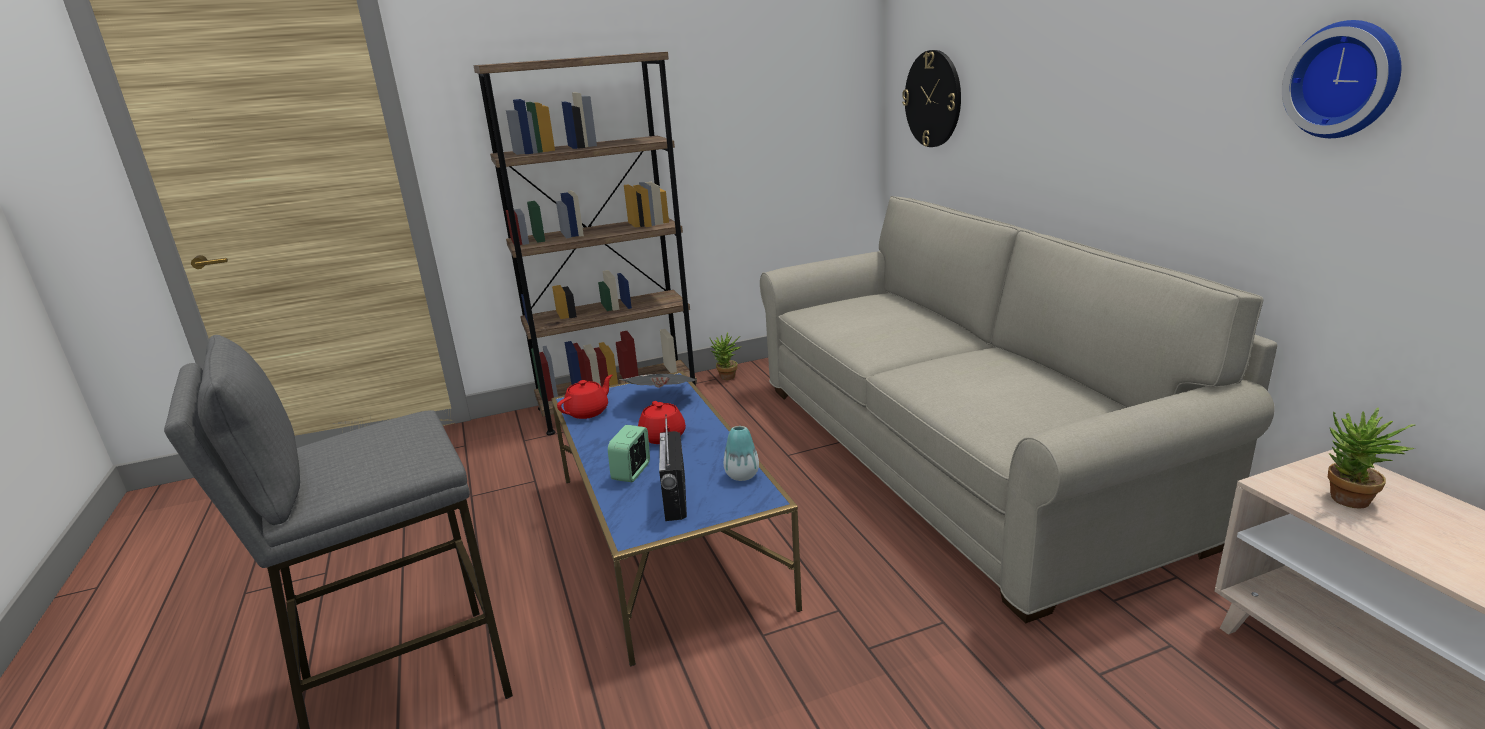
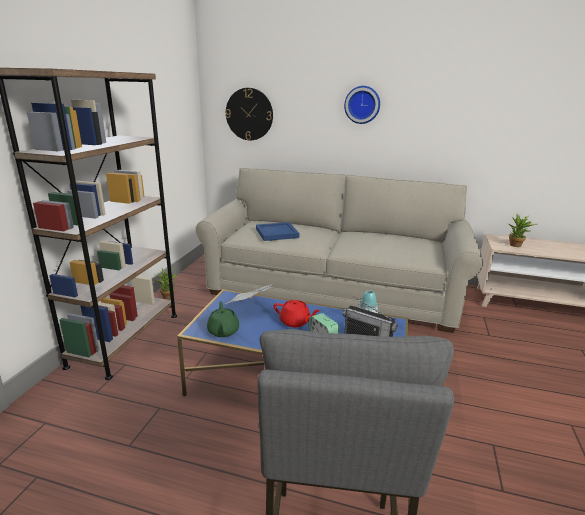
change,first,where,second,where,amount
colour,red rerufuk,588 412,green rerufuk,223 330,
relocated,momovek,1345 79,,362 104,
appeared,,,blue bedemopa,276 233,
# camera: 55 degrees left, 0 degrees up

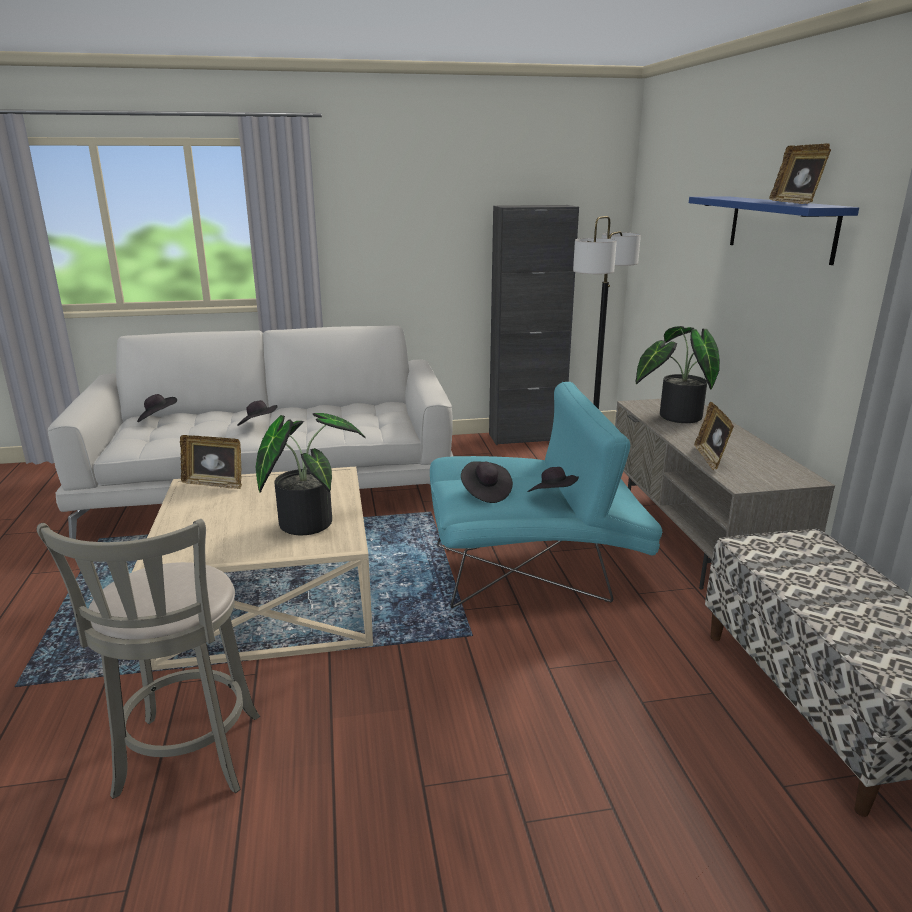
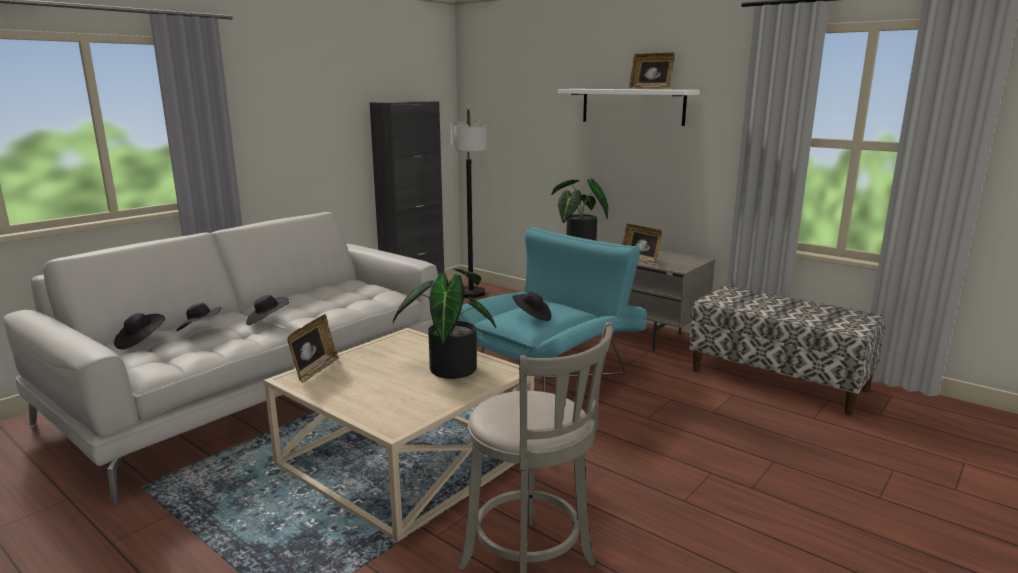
change,first,where,second,where,amount
spun,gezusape,214 483,,314 370,45 degrees counterclockwise
relocated,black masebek,553 496,,201 329,
colour,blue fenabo,781 227,white fenabo,632 106,
# camera: 40 degrees left, 5 degrees down

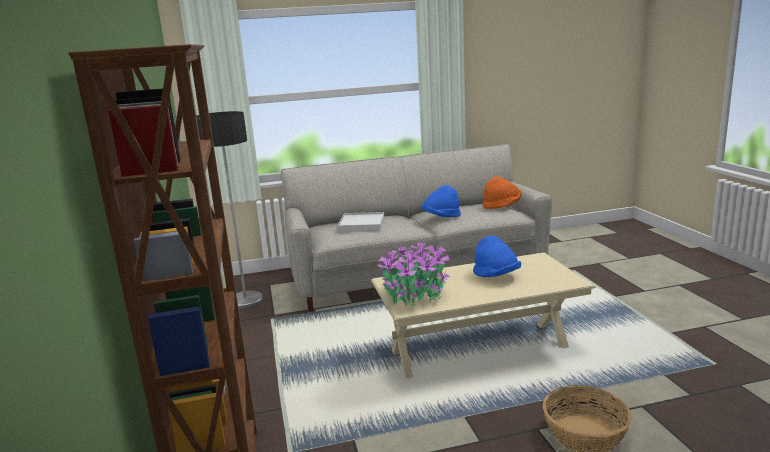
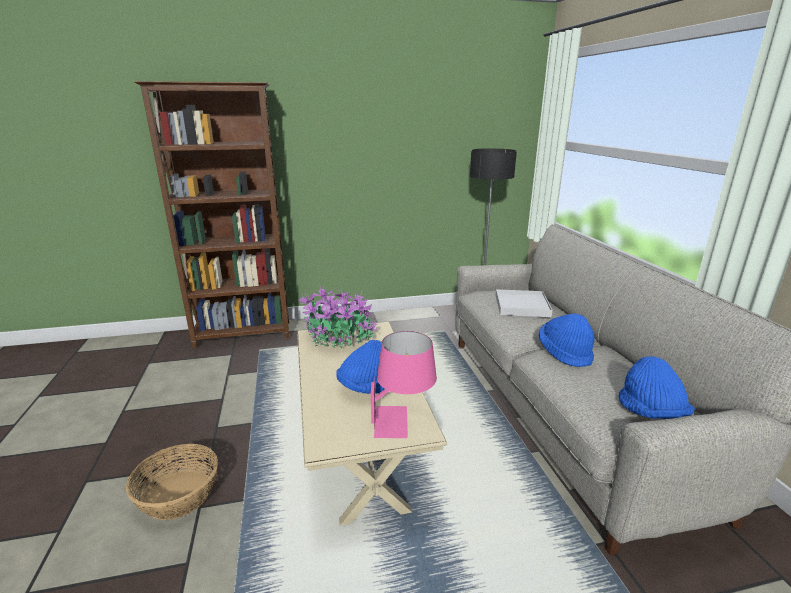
change,first,where,second,where,amount
colour,orange masebek,502 206,blue masebek,650 412,
appeared,,,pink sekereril,402 421,
# camera: 90 degrees right, 5 degrees up

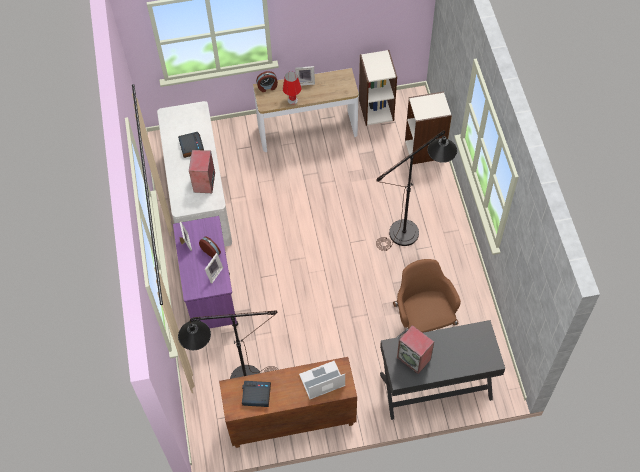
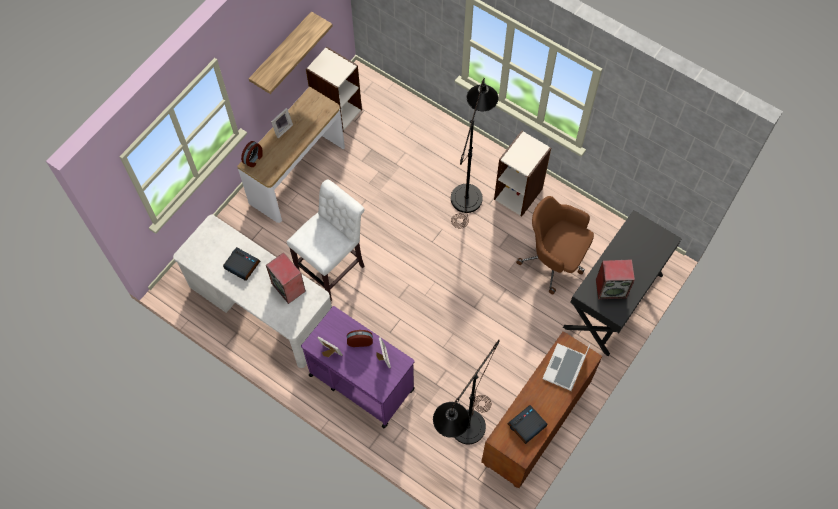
change,first,where,second,where,amount
missing,red sekereril,292 100,,,
relocated,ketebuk,425 149,,518 193,
appeared,,,fenabo,281 52,
appeared,,,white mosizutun,333 268,
# camera: 45 degrees left, 5 degrees up

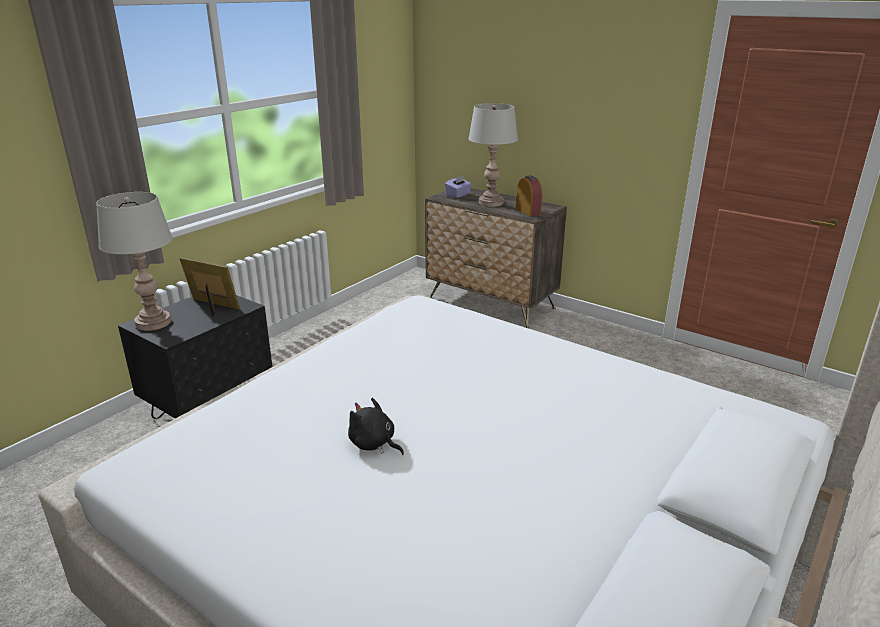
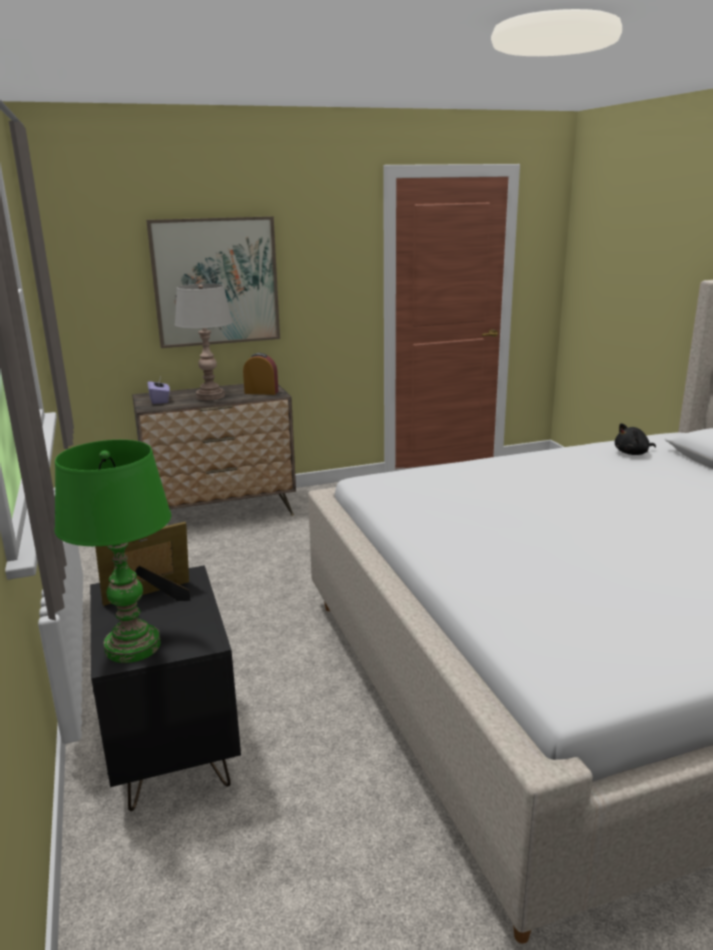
change,first,where,second,where,amount
colour,grey sekereril,153 323,green sekereril,132 647,
relocated,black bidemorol,374 444,,633 453,
appeared,,,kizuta,216 282,
# camera: 55 degrees left, 5 degrees down

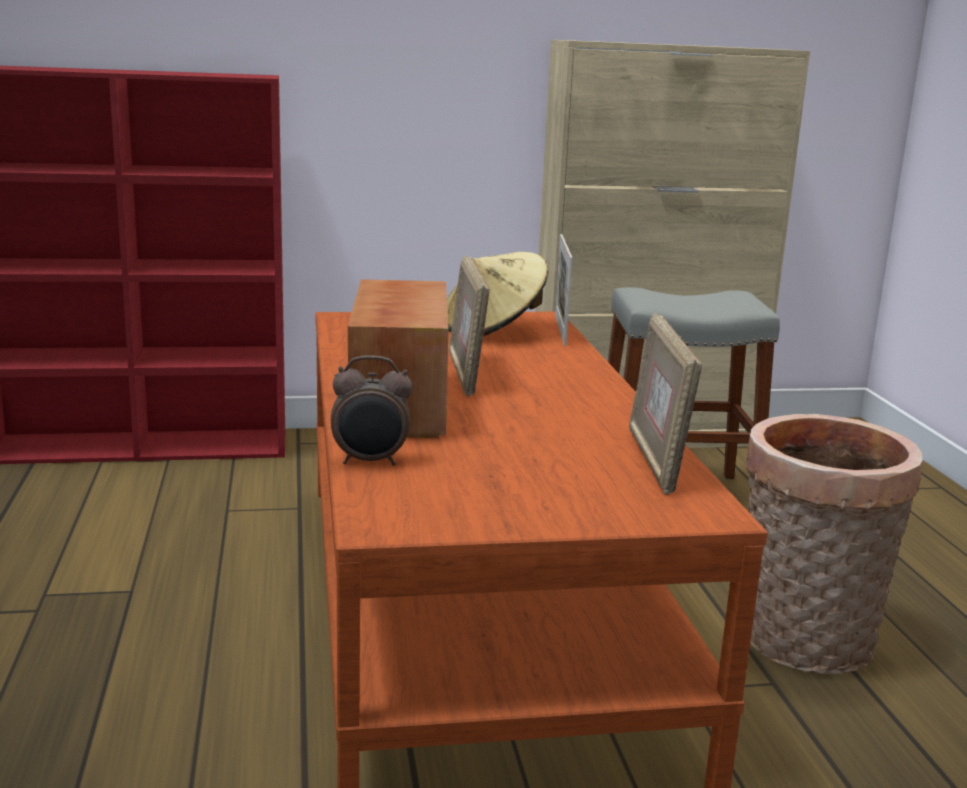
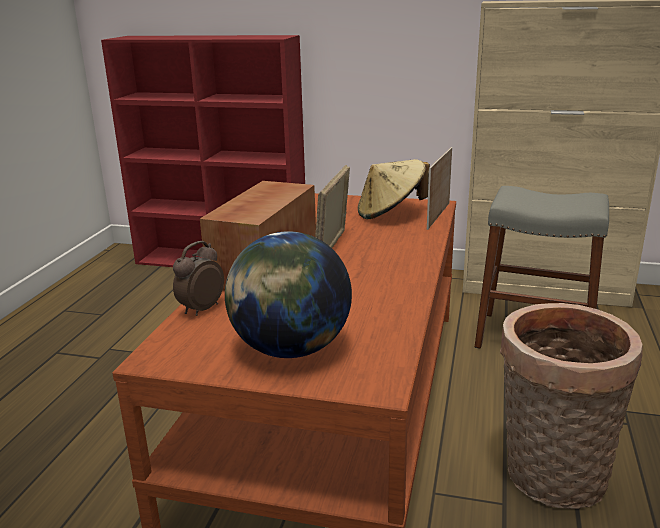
change,first,where,second,where,amount
spun,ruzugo,370 462,,200 309,105 degrees clockwise
missing,gezusape,656 461,,,
appeared,,,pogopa,290 349,
# camera: 25 degrees right, 5 degrees up

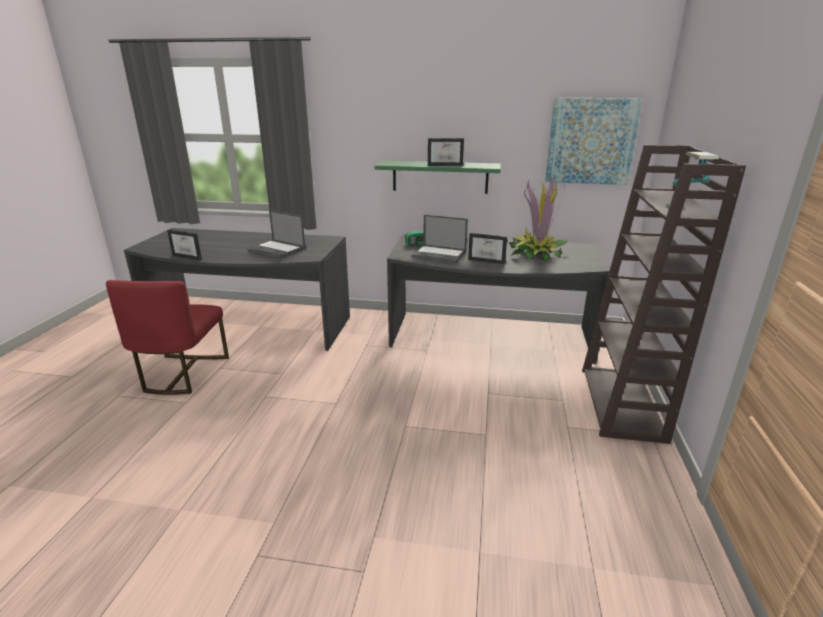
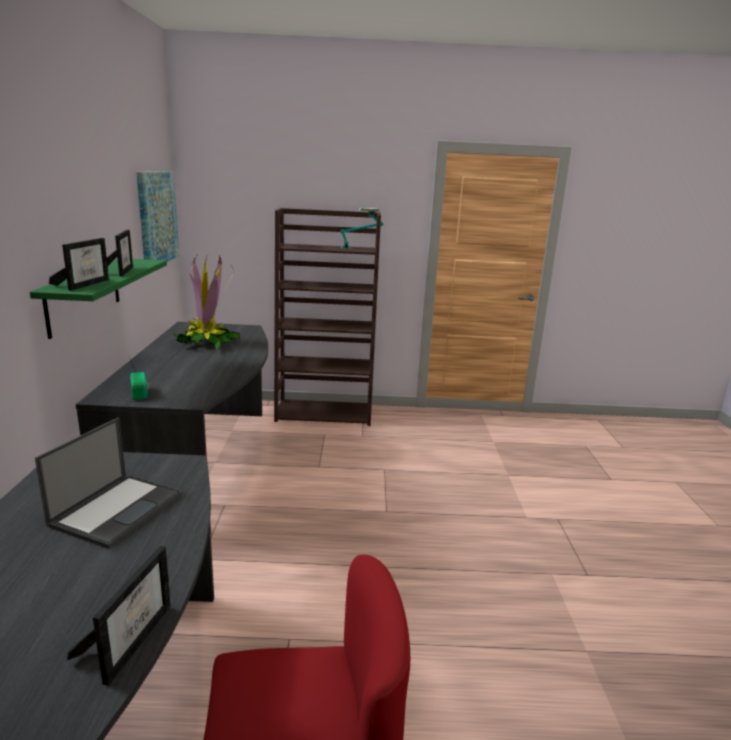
change,first,where,second,where,amount
missing,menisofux,439 254,,,
relocated,gezusape,487 260,,85 284,
# camera: 100 degrees left, 5 degrees down

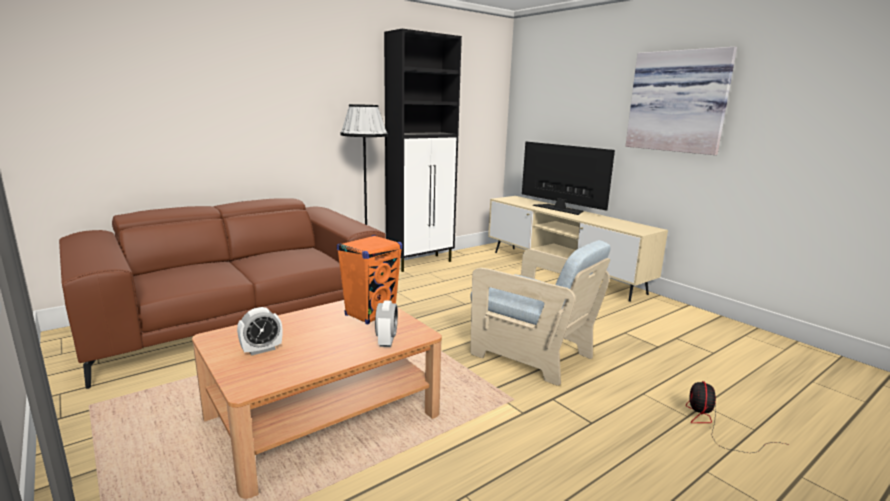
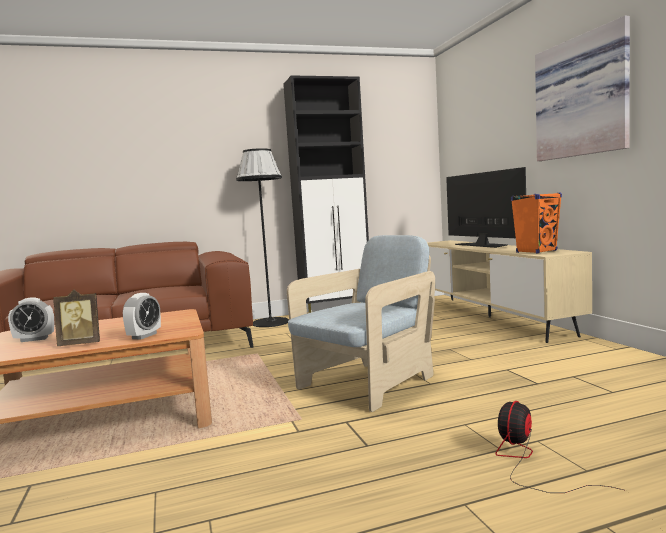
change,first,where,second,where,amount
relocated,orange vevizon,370 314,,536 251,
spun,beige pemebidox,531 354,,368 384,105 degrees counterclockwise
appeared,,,gezusape,81 344,
# camera: 20 degrees right, 10 degrees down

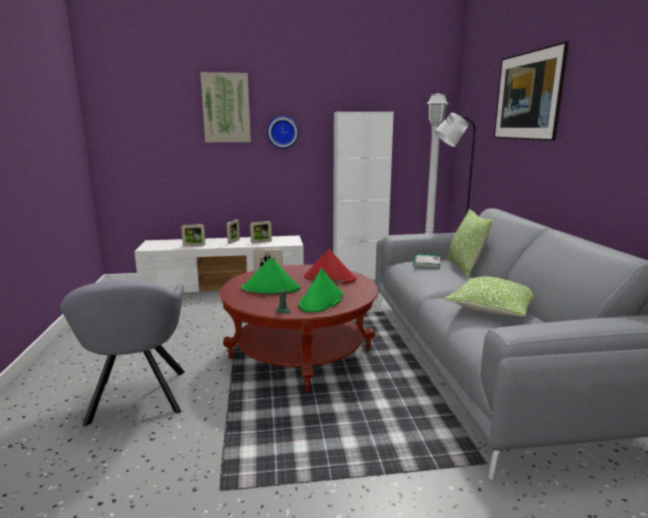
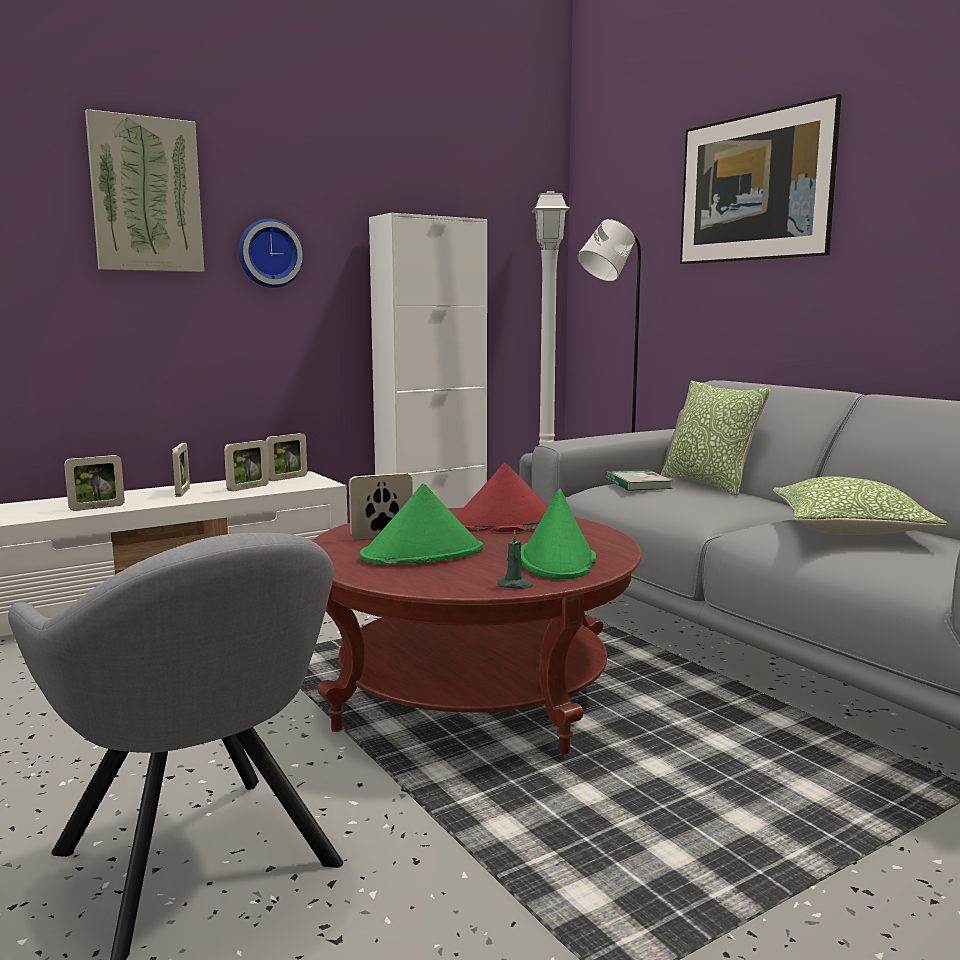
change,first,where,second,where,amount
appeared,,,gezusape,287 478,
# camera: 25 degrees left, 5 degrees down

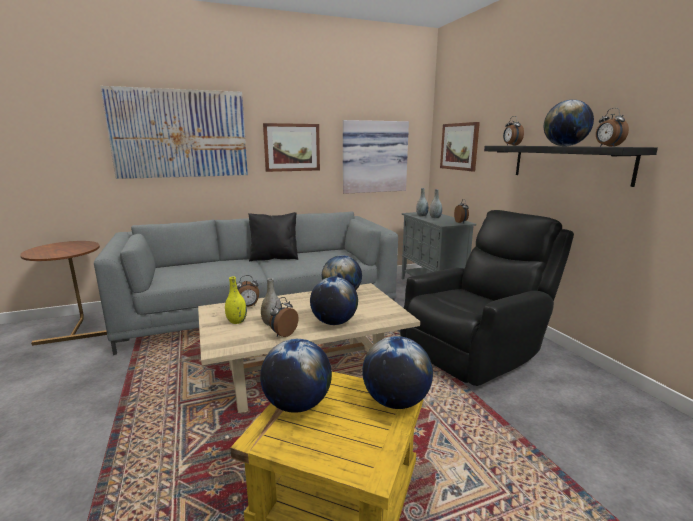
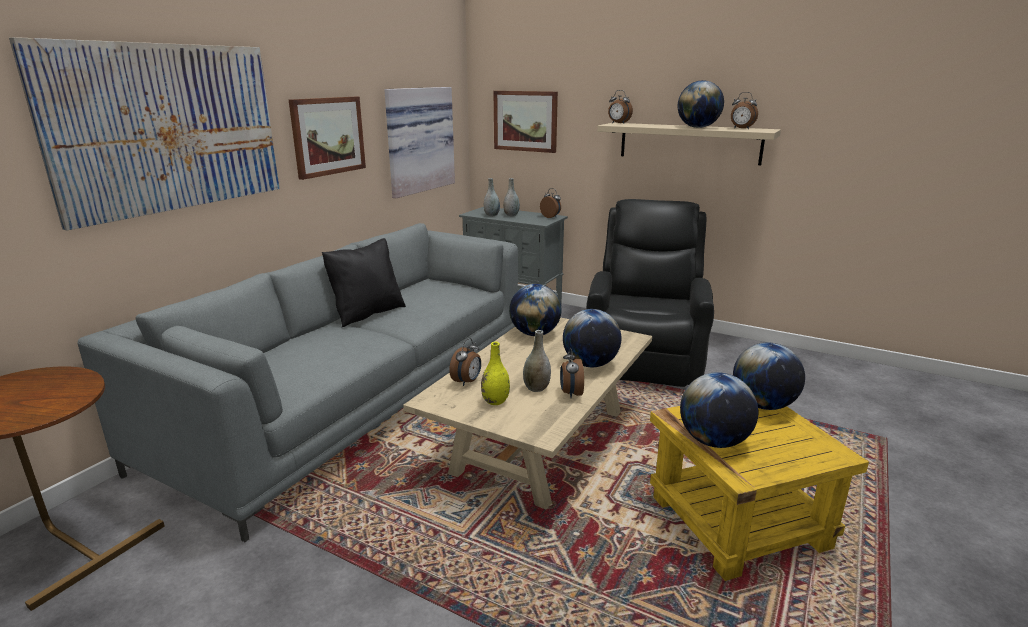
change,first,where,second,where,amount
colour,black fenabo,569 163,beige fenabo,689 143,
# camera: 40 degrees left, 5 degrees up

